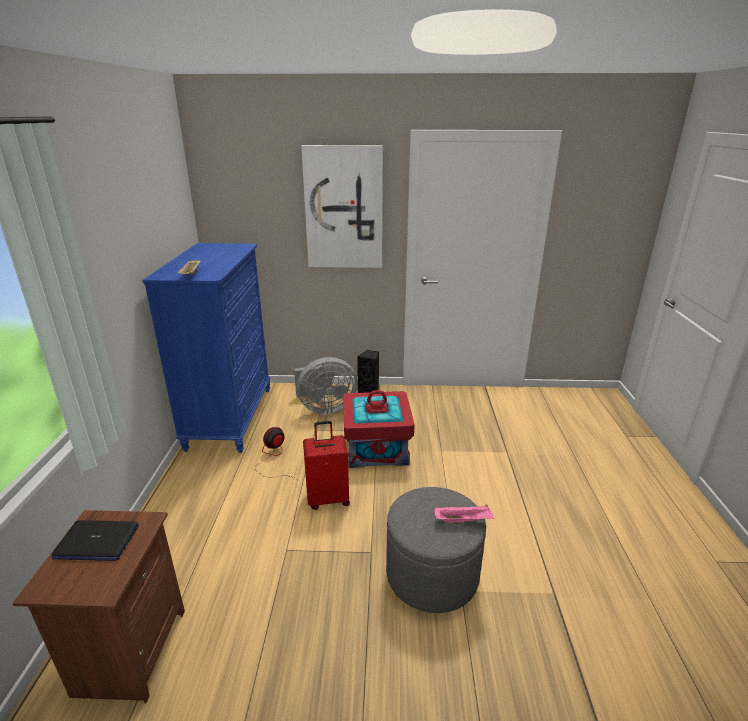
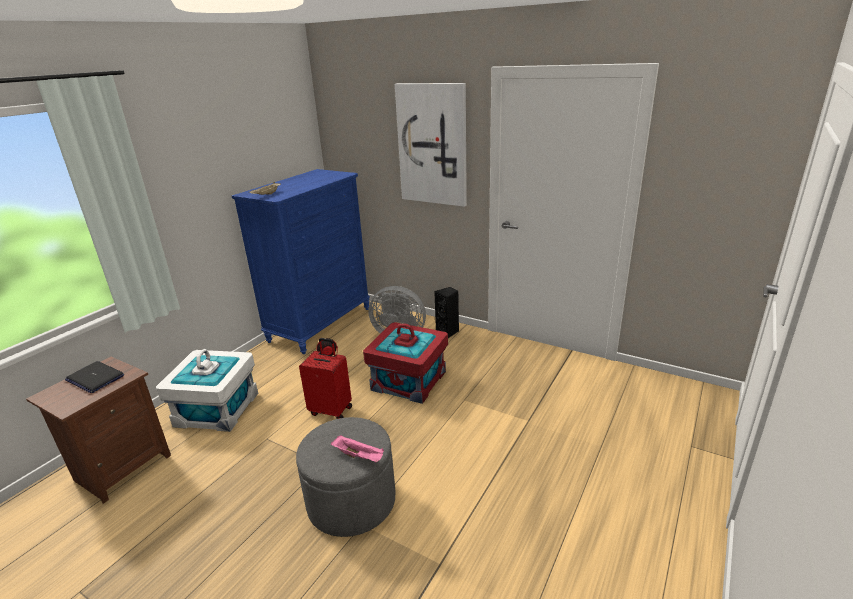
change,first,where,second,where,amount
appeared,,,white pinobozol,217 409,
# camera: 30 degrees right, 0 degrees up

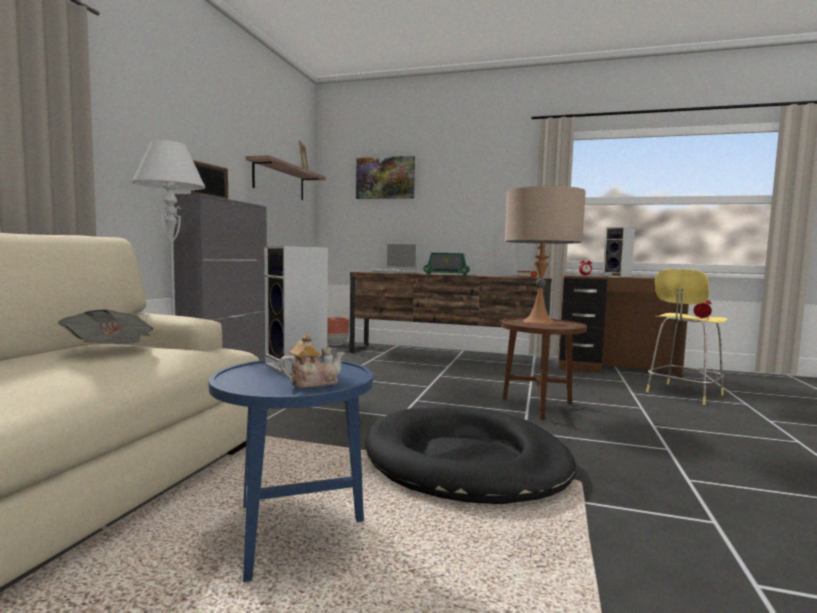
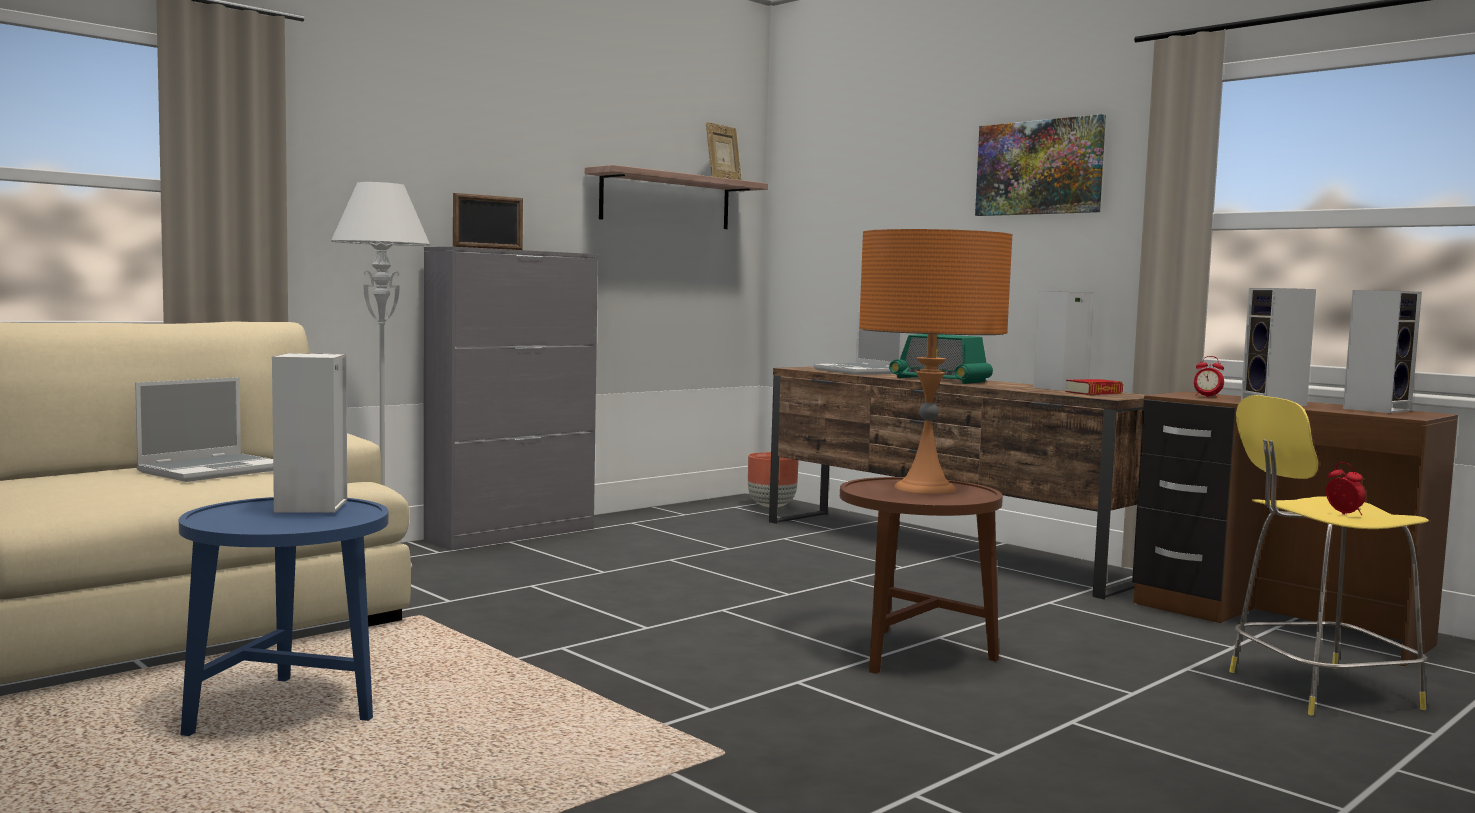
change,first,where,second,where,amount
exchanged,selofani,111 351,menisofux,213 470,
missing,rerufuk,312 382,,,
relocated,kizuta,385 178,,1039 167,
missing,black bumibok,466 461,,,
colour,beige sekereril,538 322,orange sekereril,925 488,
appeared,,,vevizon,1376 409,
# camera: 30 degrees right, 0 degrees up

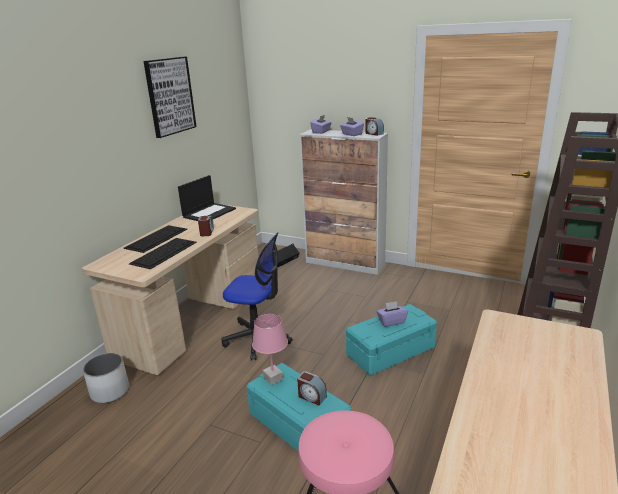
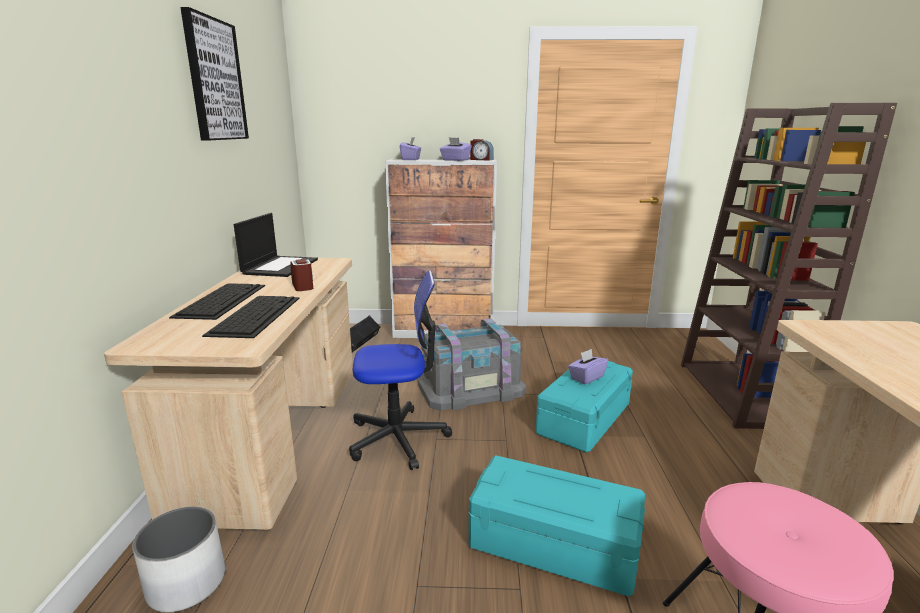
change,first,where,second,where,amount
missing,pink sekereril,272 378,,,
missing,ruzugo,311 396,,,
appeared,,,grey pinobozol,471 388,
# camera: 25 degrees left, 5 degrees down

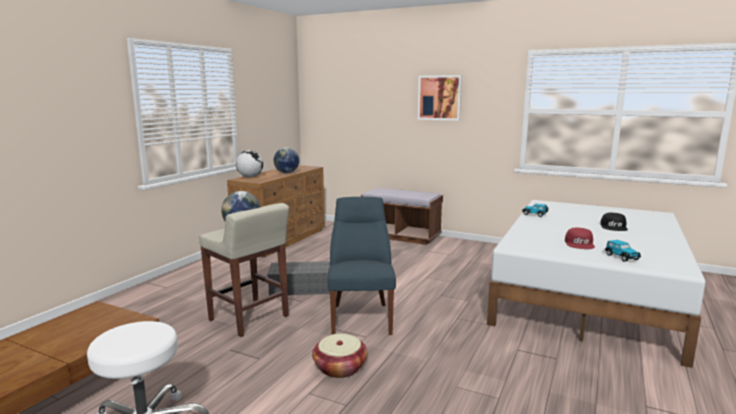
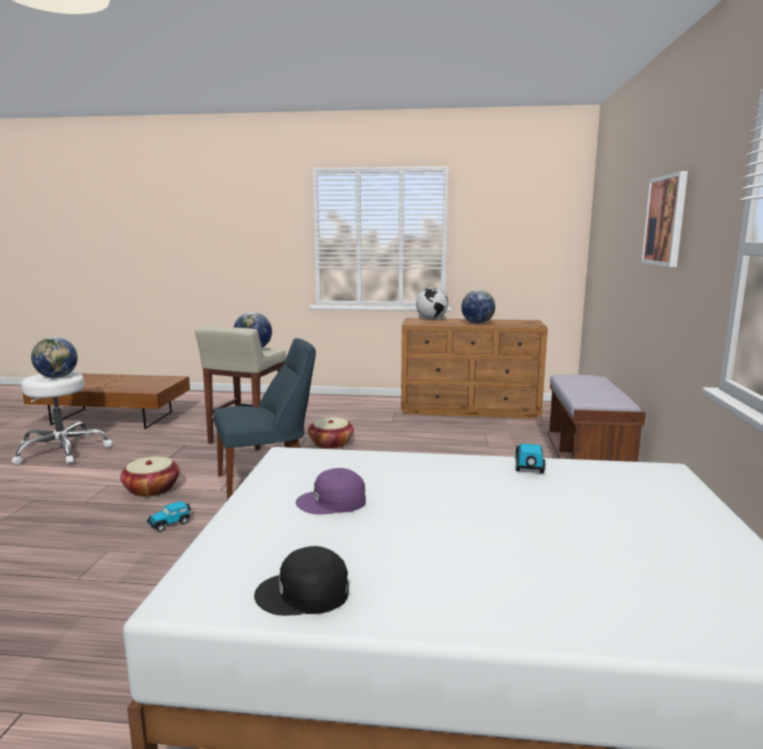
change,first,where,second,where,amount
exchanged,grey pinobozol,302 288,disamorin,331 443,
colour,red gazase,580 244,purple gazase,332 502,
relocated,black gazase,614 227,,303 594,
relocated,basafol,621 257,,170 523,
appeared,,,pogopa,57 377,
# camera: 70 degrees right, 0 degrees up

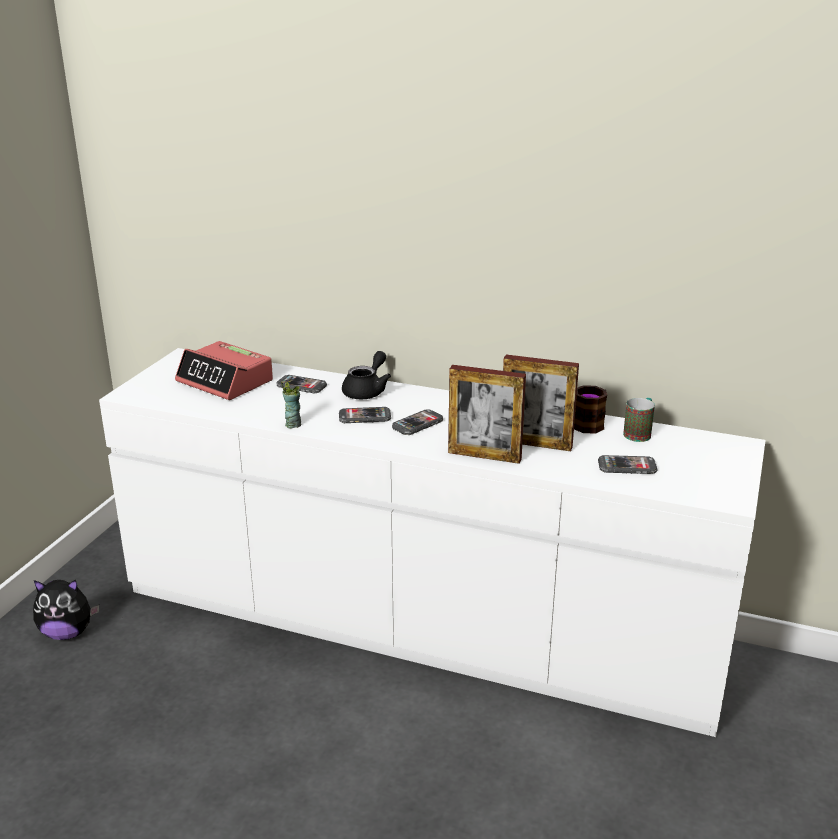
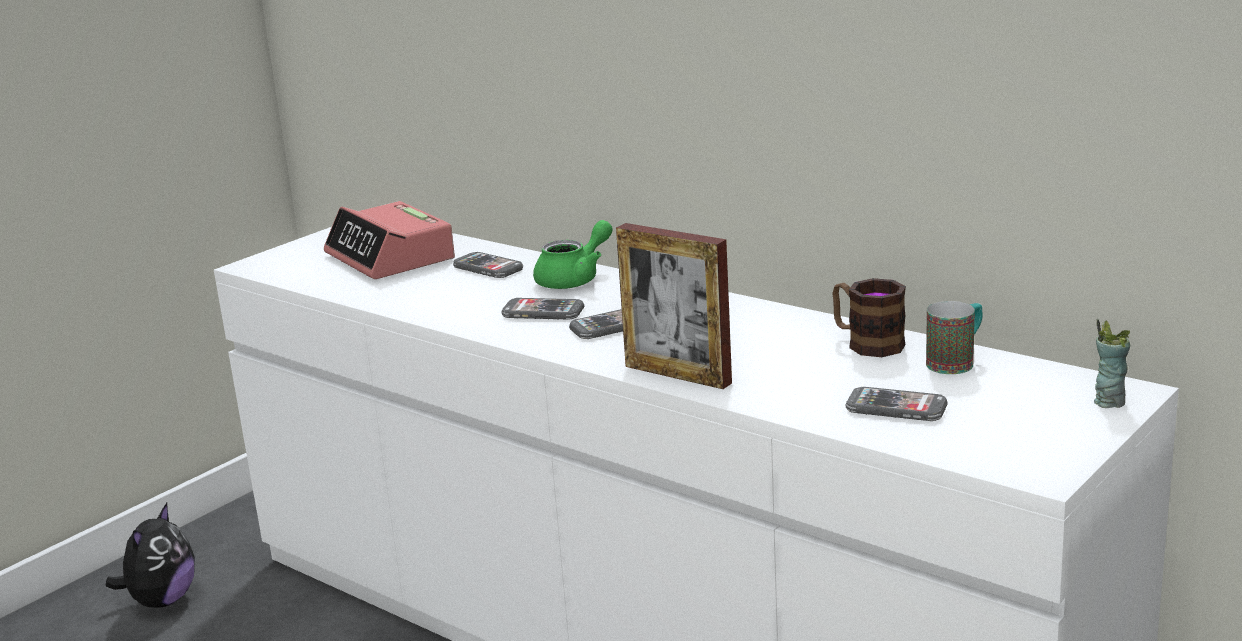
change,first,where,second,where,amount
spun,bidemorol,67 633,,162 601,90 degrees counterclockwise
relocated,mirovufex,293 424,,1109 402,
colour,black rerufuk,367 391,green rerufuk,575 279,
missing,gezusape,536 444,,,
# camera: 20 degrees right, 5 degrees down

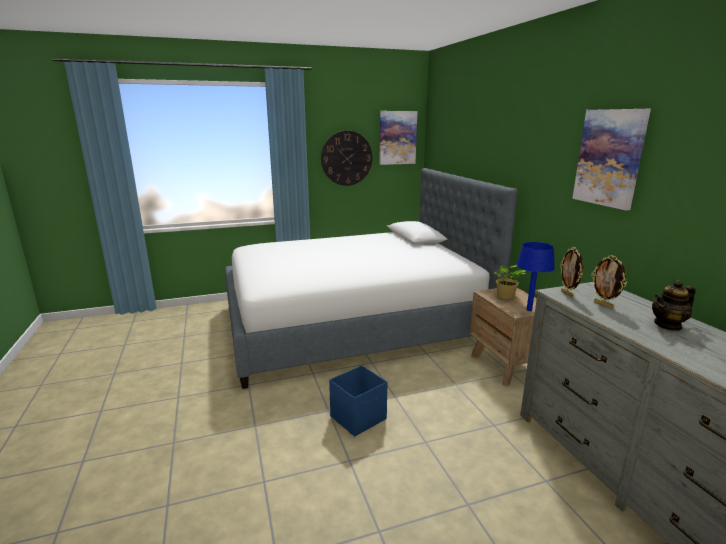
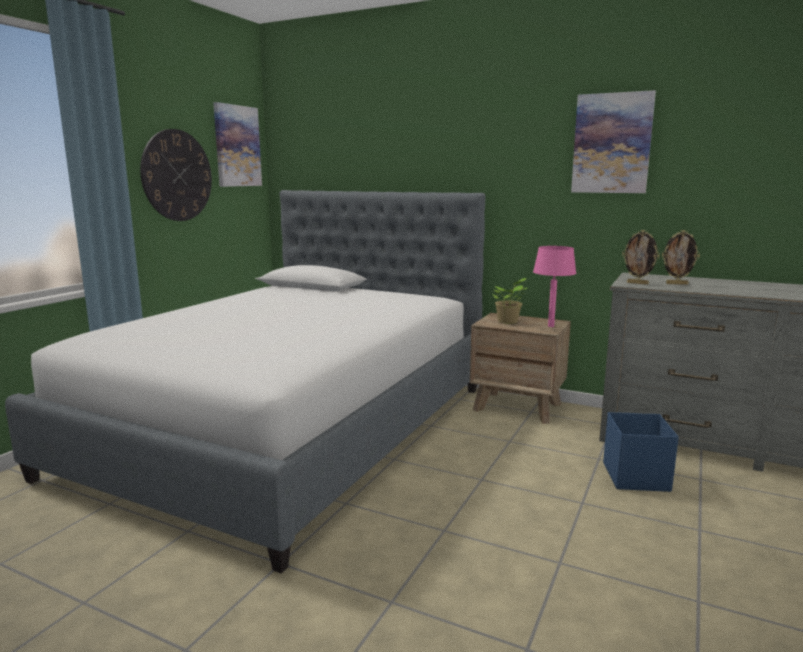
change,first,where,second,where,amount
relocated,blue pinobozol,359 418,,636 476,
colour,blue sekereril,528 310,pink sekereril,550 326,
missing,rerufuk,668 325,,,
# camera: 45 degrees left, 5 degrees down

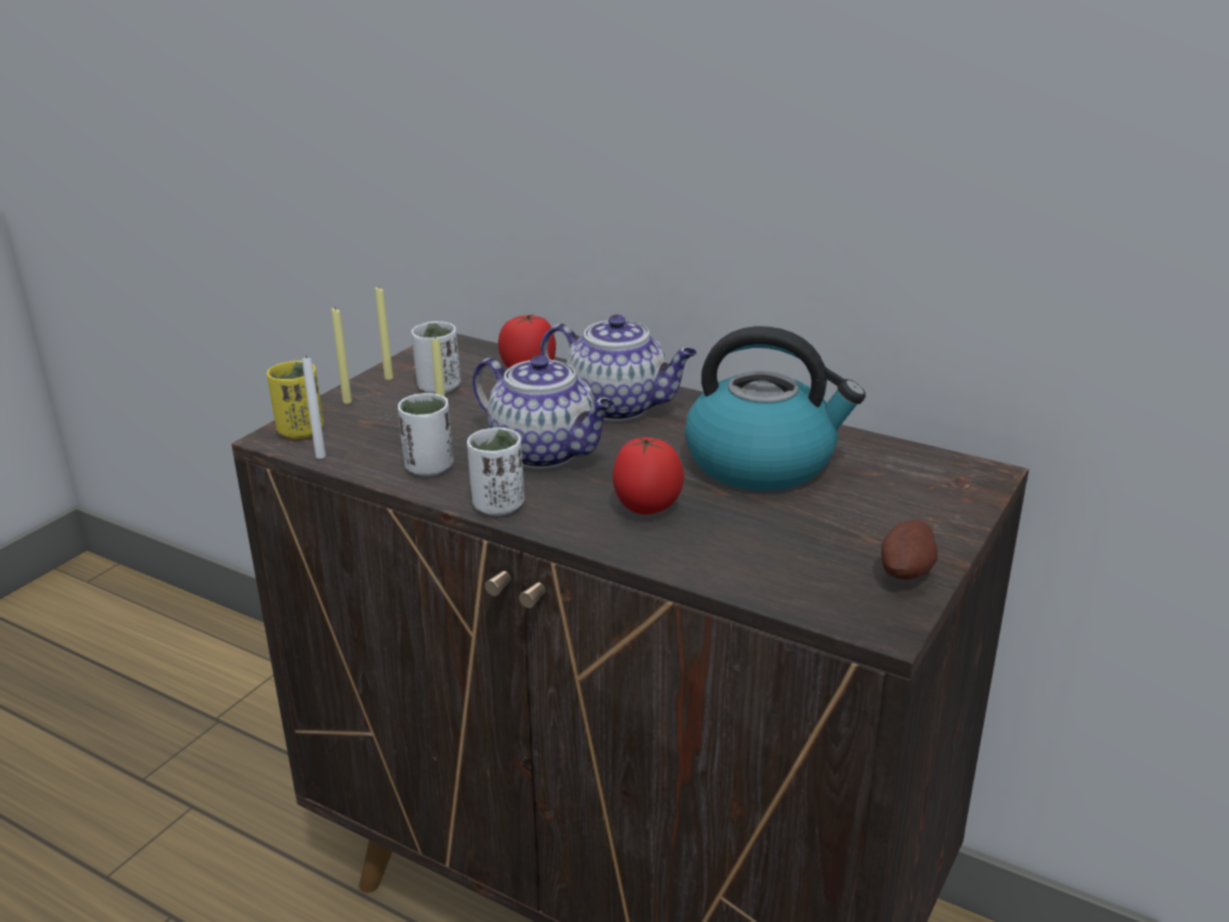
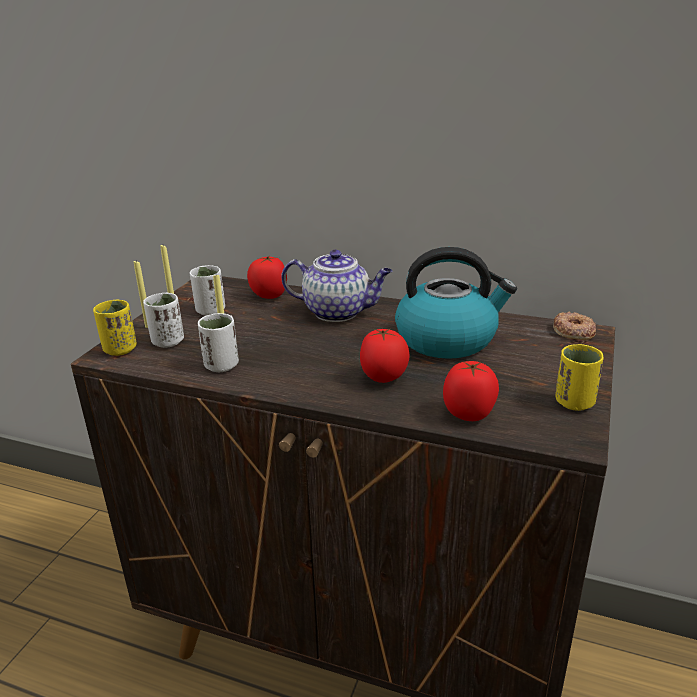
change,first,where,second,where,amount
missing,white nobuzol,320 456,,,
relocated,white mirovufex,498 505,,168 342,
missing,rerufuk,546 452,,,
exchanged,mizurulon,908 572,yellow mirovufex,574 402,
appeared,,,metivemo,469 414,
appeared,,,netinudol,573 331,
# camera: 10 degrees left, 0 degrees up

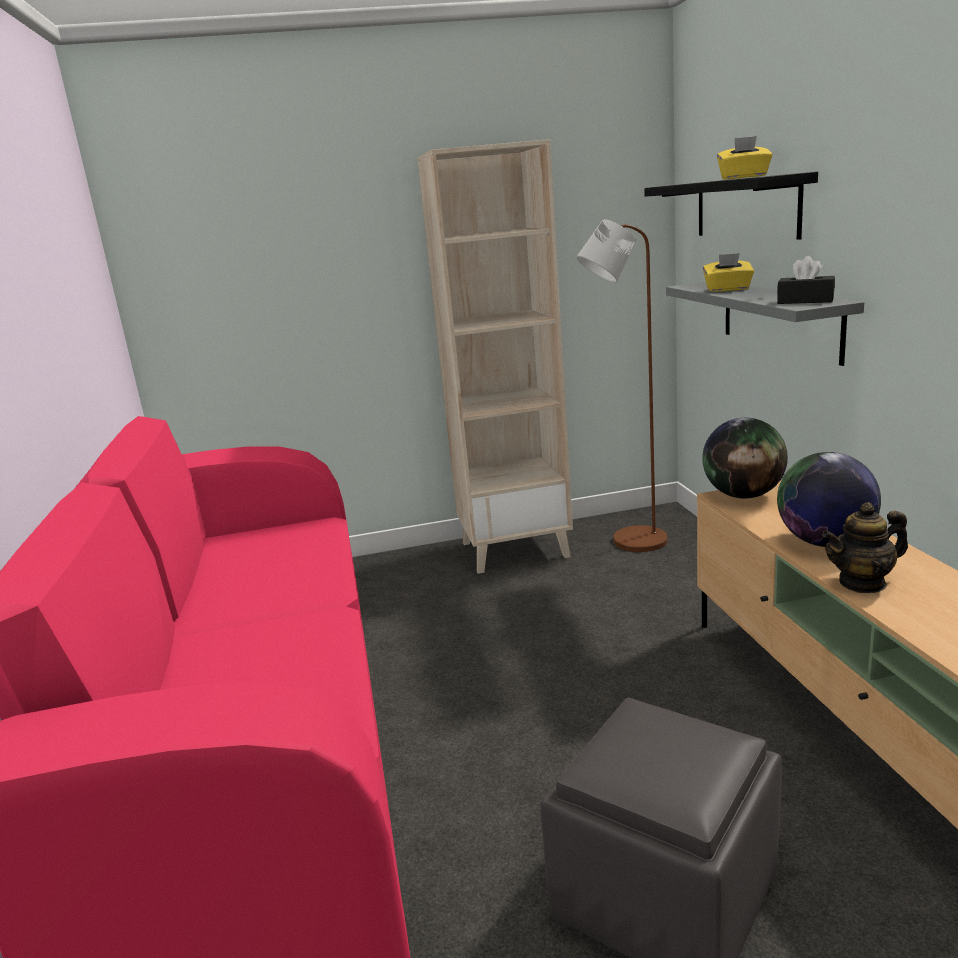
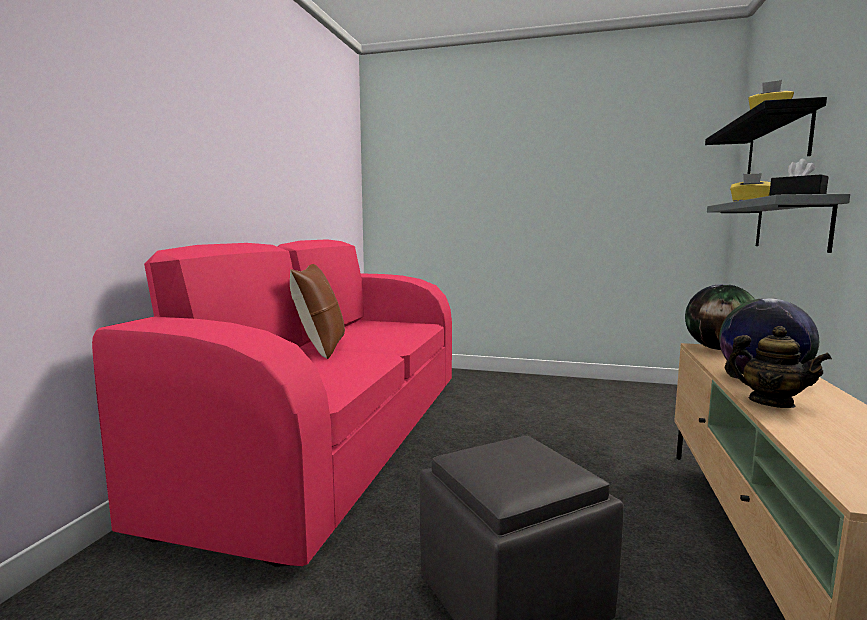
change,first,where,second,where,amount
missing,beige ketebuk,515 549,,,
missing,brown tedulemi,630 542,,,
spun,rerufuk,862 583,,770 402,150 degrees counterclockwise
appeared,,,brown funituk,321 348,
# camera: 25 degrees right, 10 degrees down

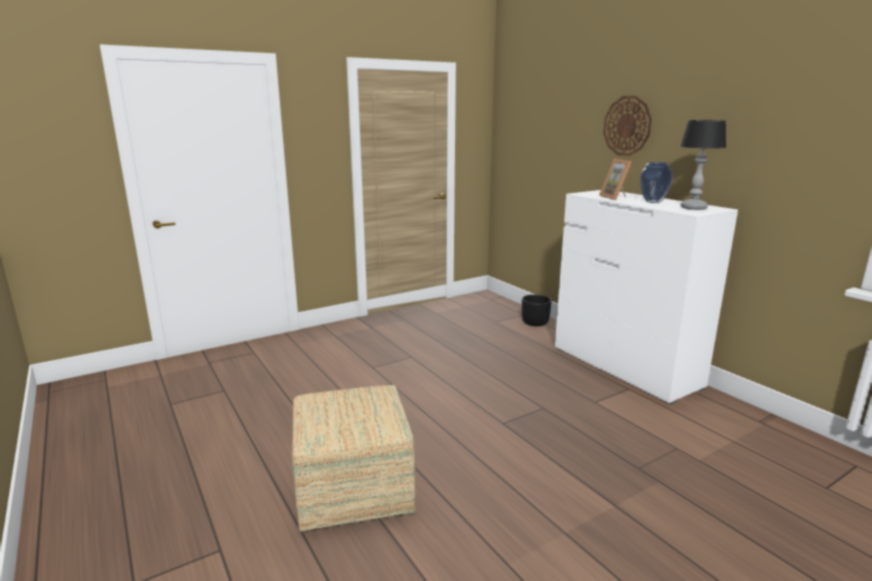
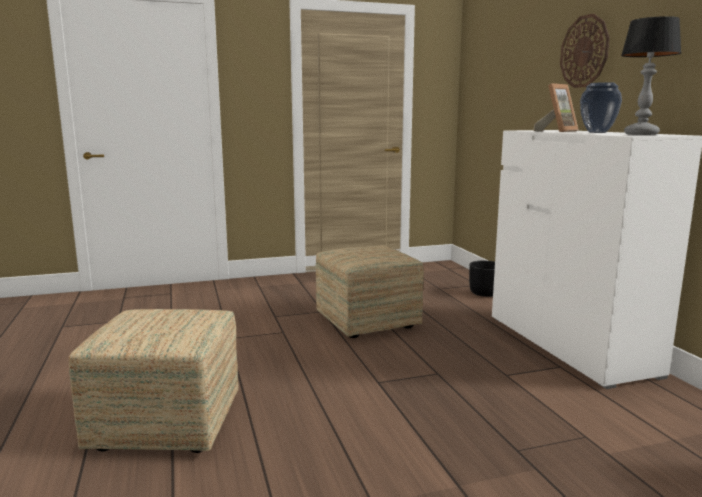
change,first,where,second,where,amount
spun,gezusape,616 198,,557 131,135 degrees counterclockwise
appeared,,,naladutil,366 321,
# camera: 15 degrees right, 5 degrees down

